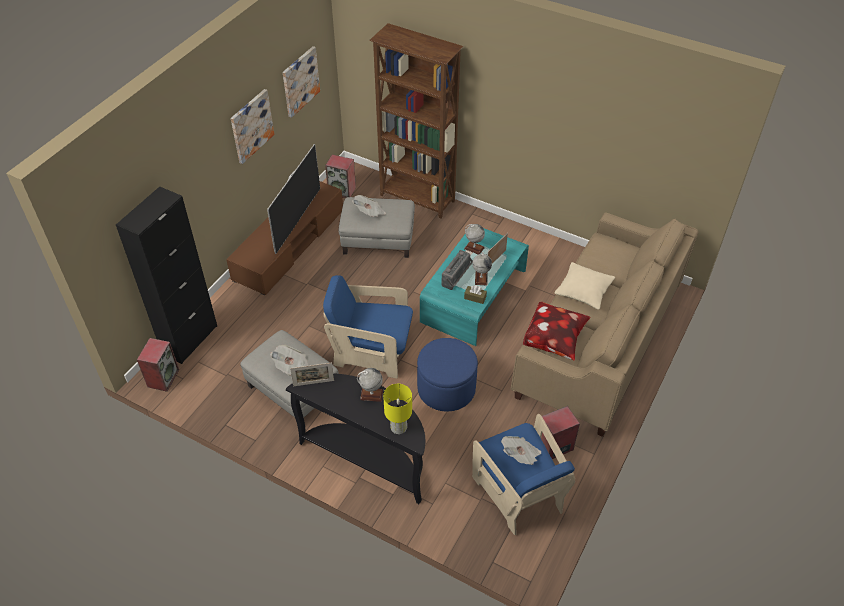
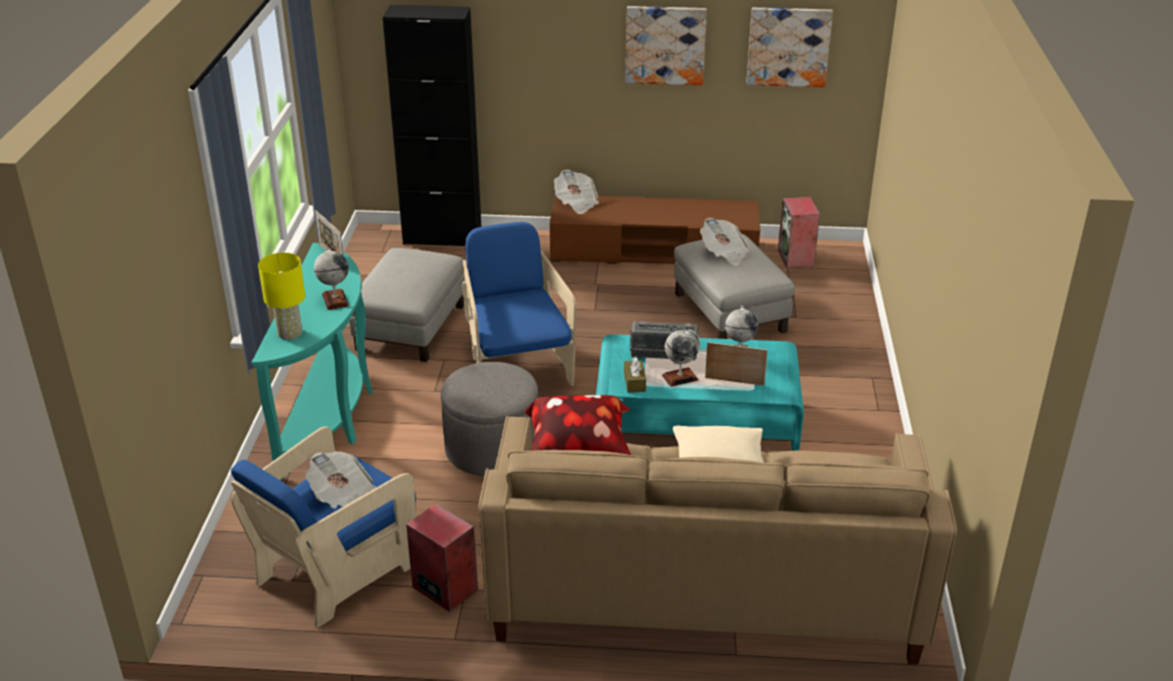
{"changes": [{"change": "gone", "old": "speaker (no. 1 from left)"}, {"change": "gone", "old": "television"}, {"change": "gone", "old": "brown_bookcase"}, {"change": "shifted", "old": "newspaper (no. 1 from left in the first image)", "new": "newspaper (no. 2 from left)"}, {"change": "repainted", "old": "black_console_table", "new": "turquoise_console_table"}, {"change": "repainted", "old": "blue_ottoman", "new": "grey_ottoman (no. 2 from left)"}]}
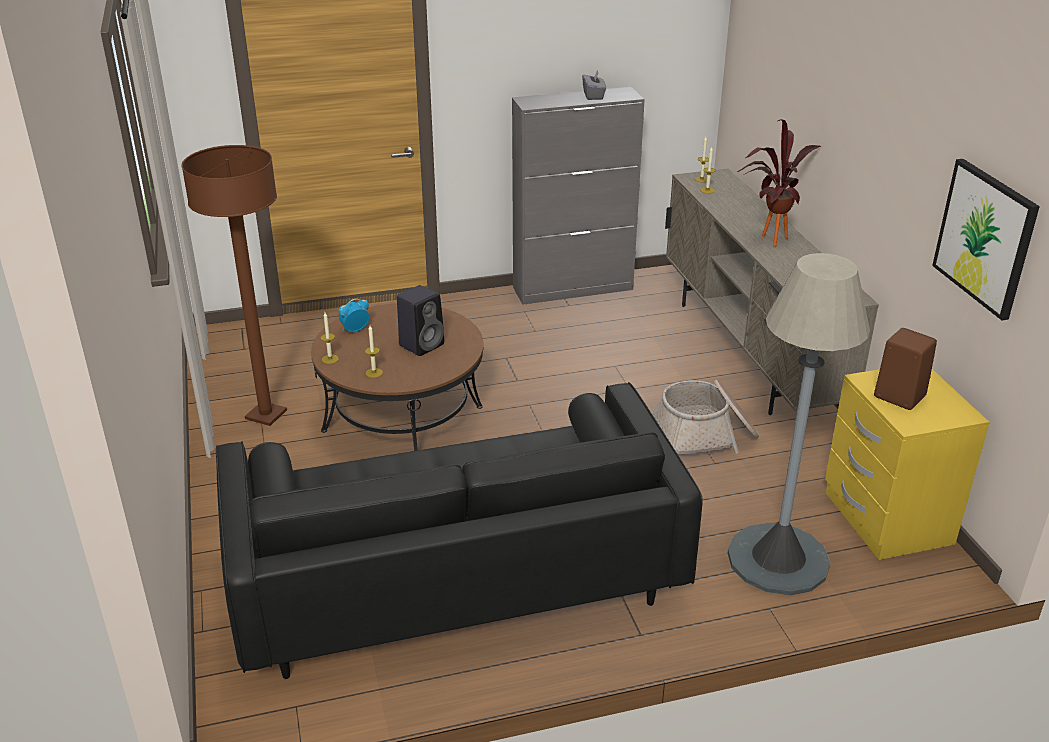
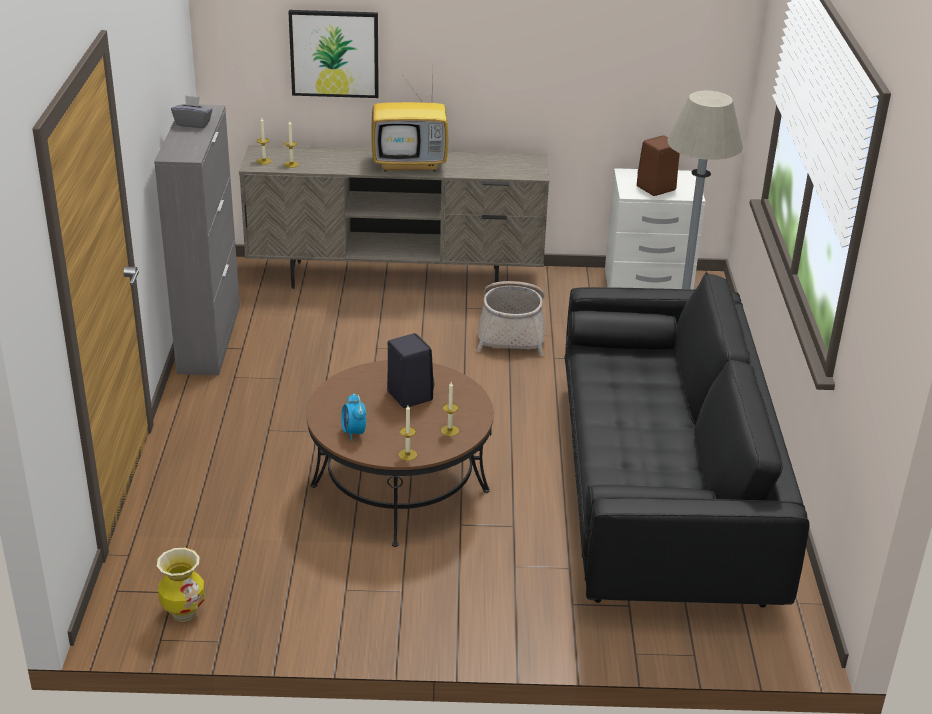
{"changes": [{"change": "gone", "old": "brown_floor_lamp"}, {"change": "new", "new": "vase"}, {"change": "shifted", "old": "picture"}, {"change": "swapped", "old": "potted_plant", "new": "television"}, {"change": "repainted", "old": "yellow_nightstand", "new": "white_nightstand"}]}
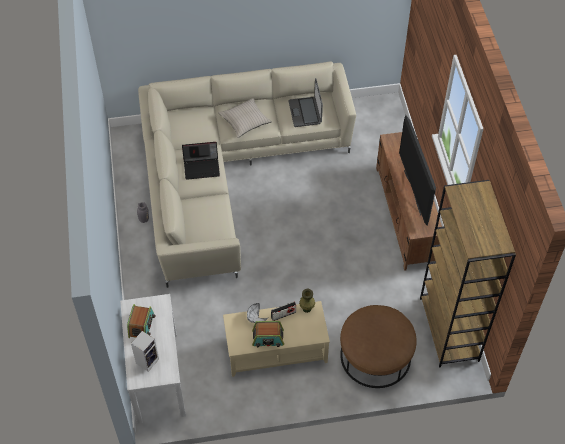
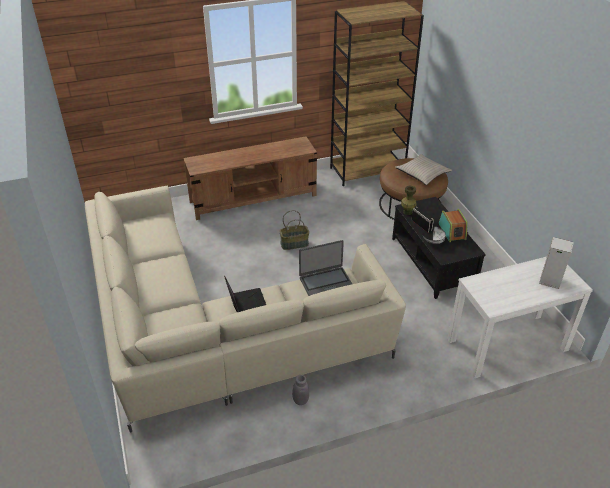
{"changes": [{"change": "gone", "old": "radio (no. 1 from left)"}, {"change": "gone", "old": "television"}, {"change": "new", "new": "basket"}, {"change": "shifted", "old": "beige_pillow"}, {"change": "shifted", "old": "laptop (no. 2 from left)"}, {"change": "repainted", "old": "beige_coffee_table", "new": "black_coffee_table"}]}
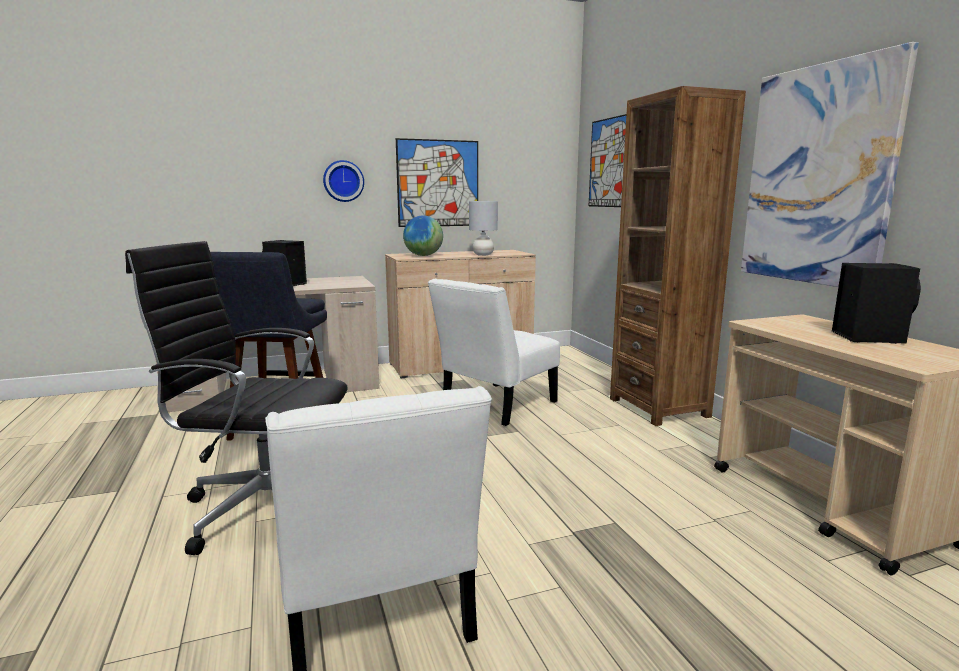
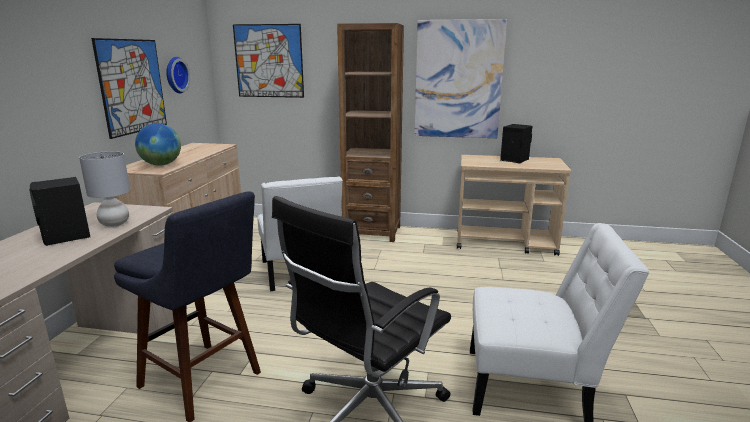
{"changes": [{"change": "shifted", "old": "wall_clock"}, {"change": "shifted", "old": "grey_table_lamp"}]}
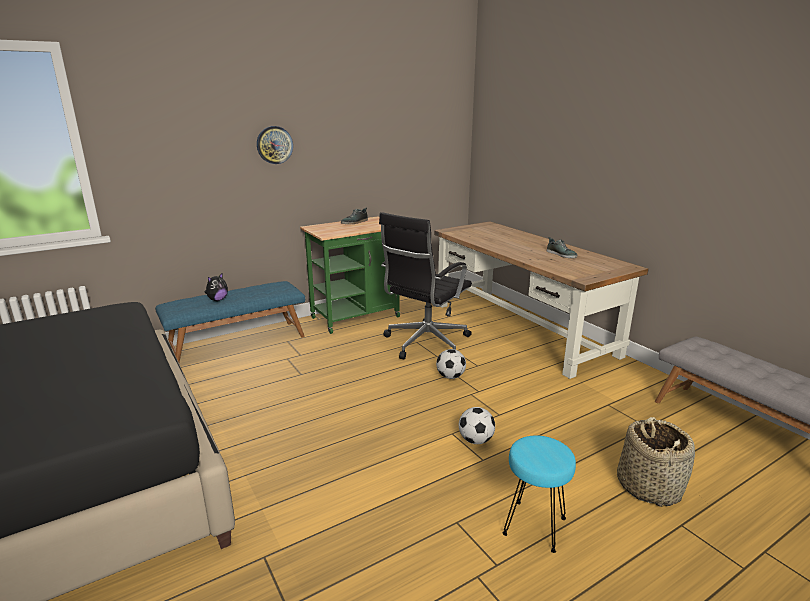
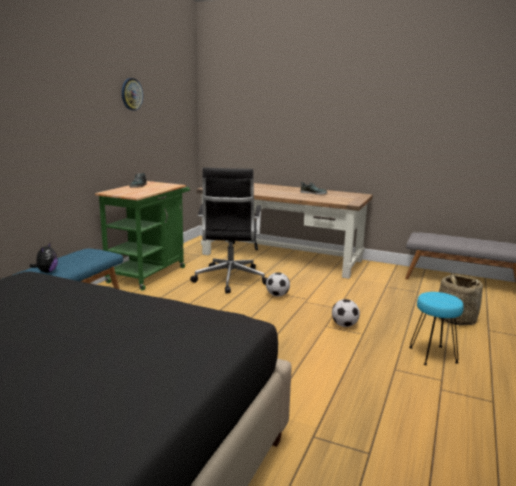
{"changes": [{"change": "shifted", "old": "wall_clock"}]}
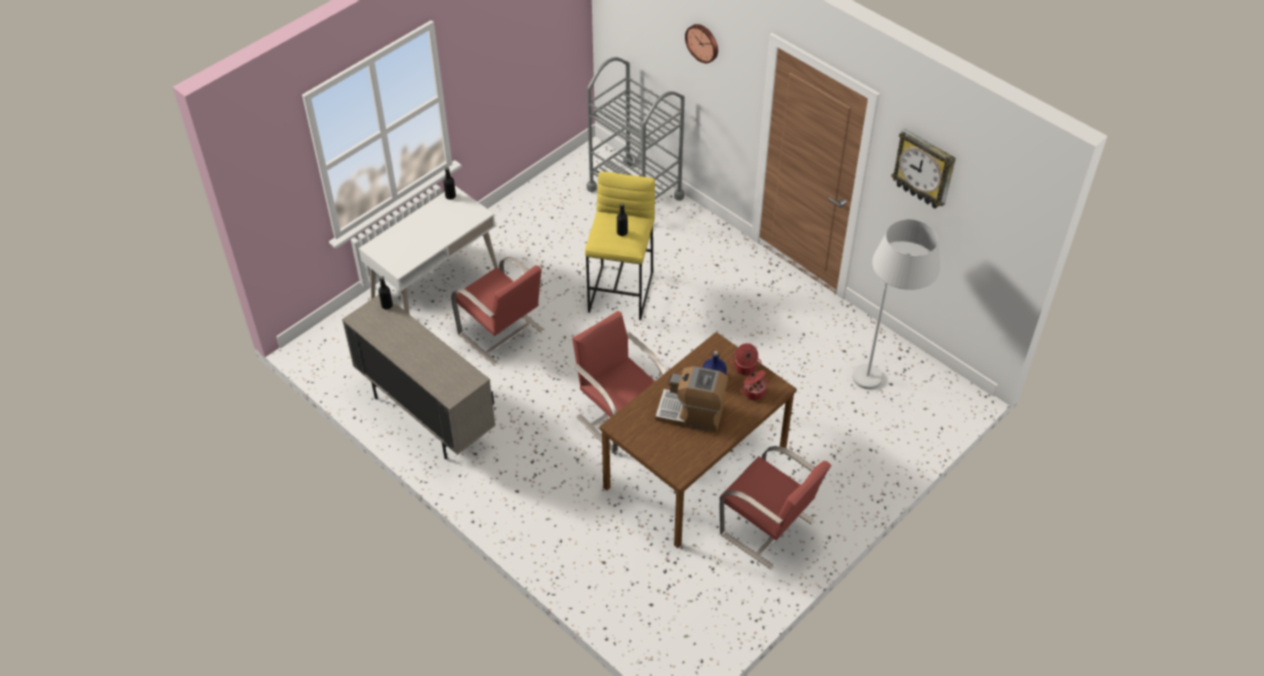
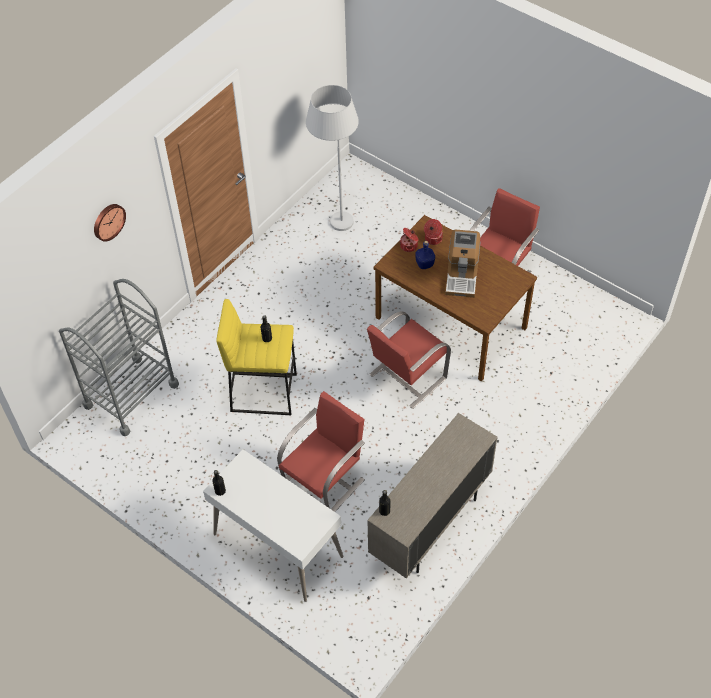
{"changes": [{"change": "gone", "old": "wall_clock (no. 2 from left)"}]}
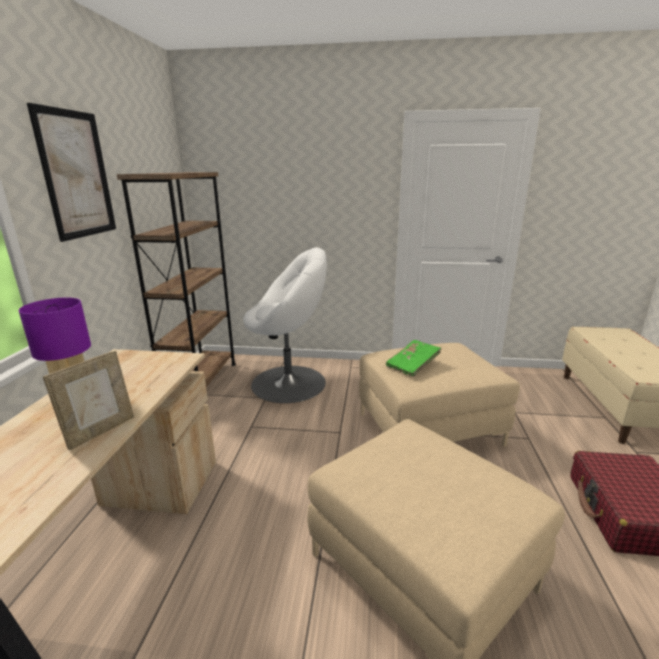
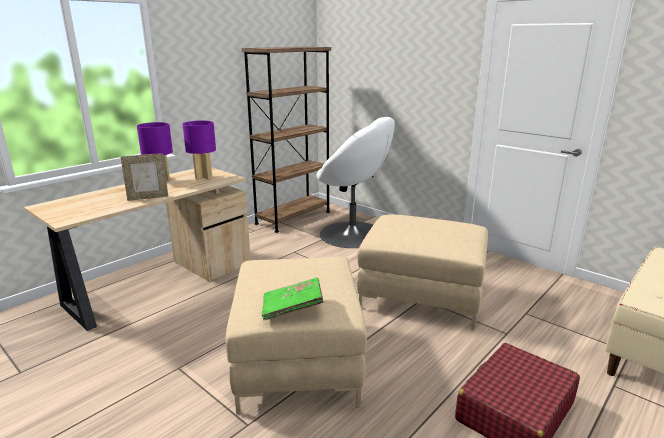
{"changes": [{"change": "gone", "old": "picture"}, {"change": "new", "new": "purple_table_lamp (no. 2 from left)"}, {"change": "shifted", "old": "green_book"}]}
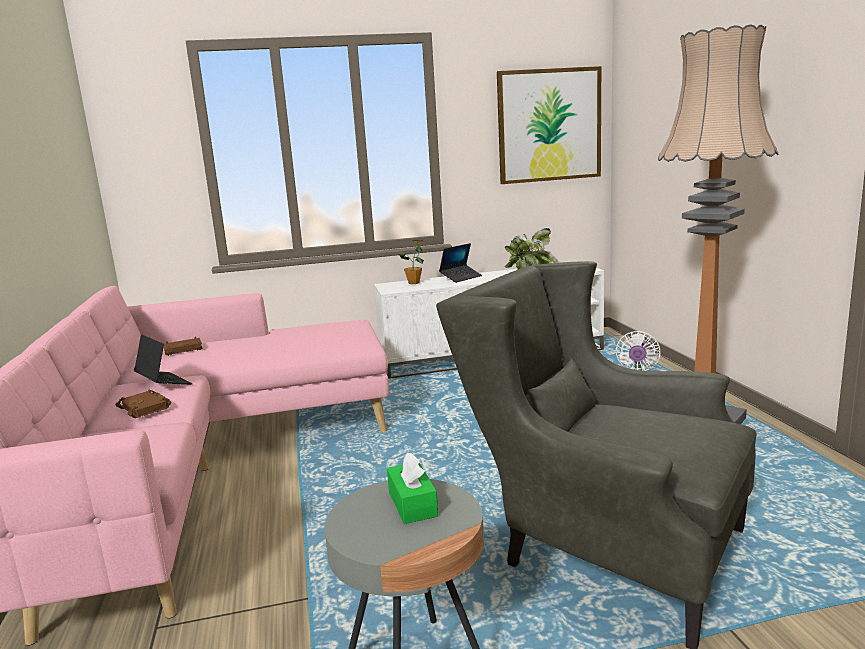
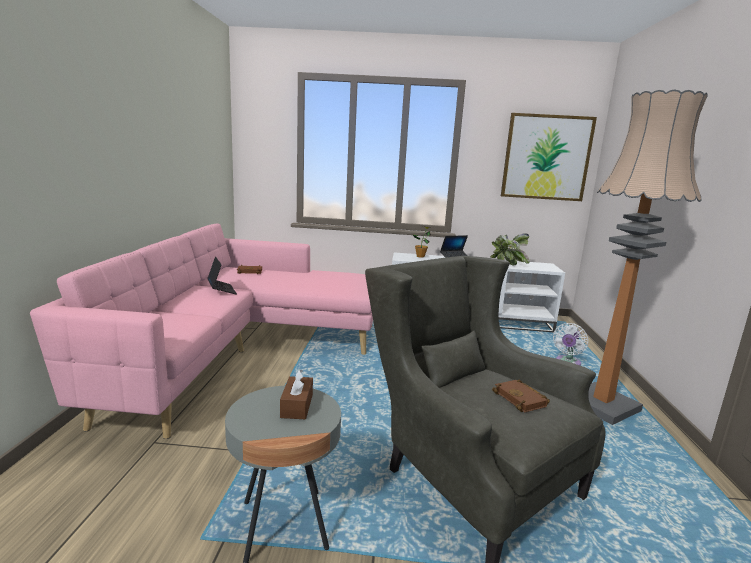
{"changes": [{"change": "shifted", "old": "brown_book (no. 1 from left in the first image)", "new": "brown_book (no. 2 from left)"}, {"change": "repainted", "old": "green_tissue_box", "new": "brown_tissue_box"}]}
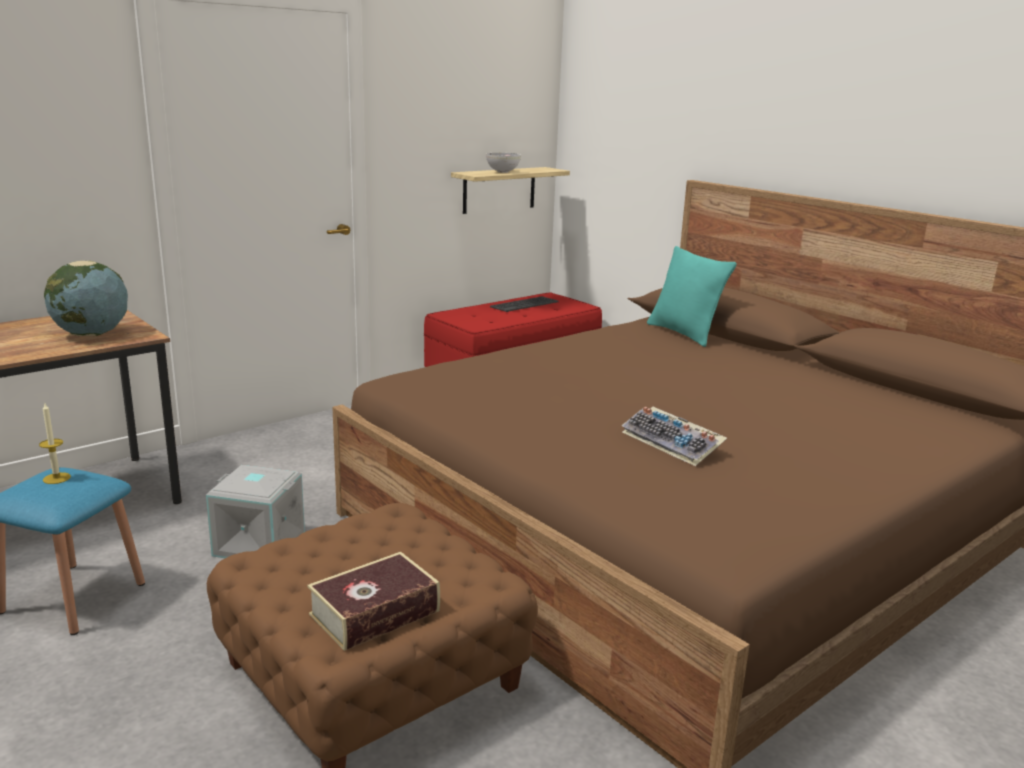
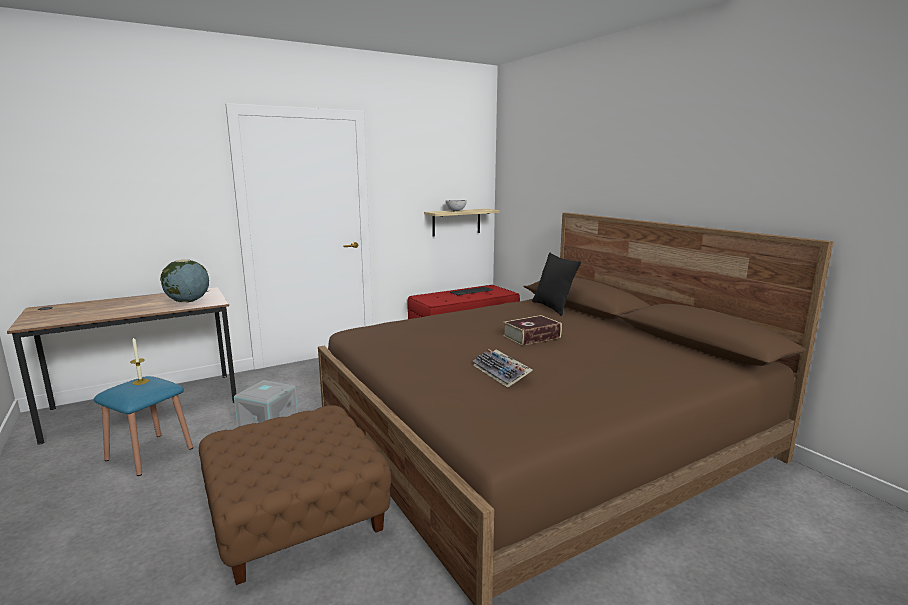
{"changes": [{"change": "shifted", "old": "book"}, {"change": "repainted", "old": "turquoise_pillow", "new": "black_pillow"}]}
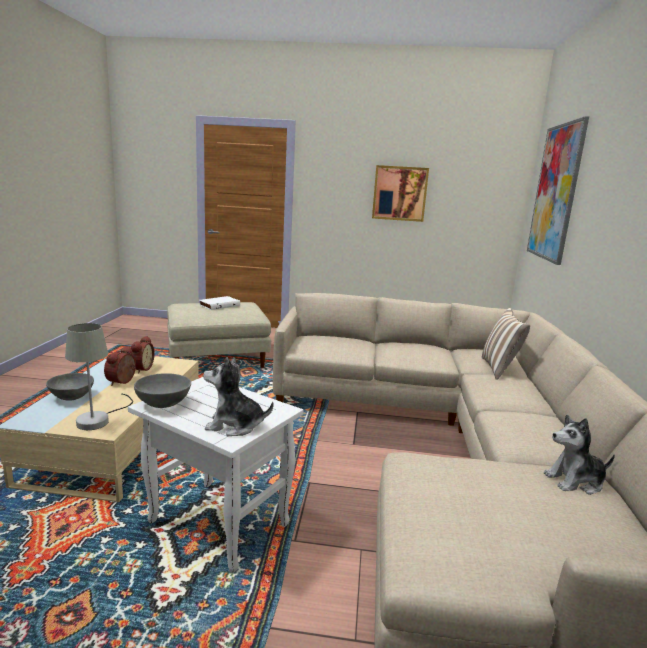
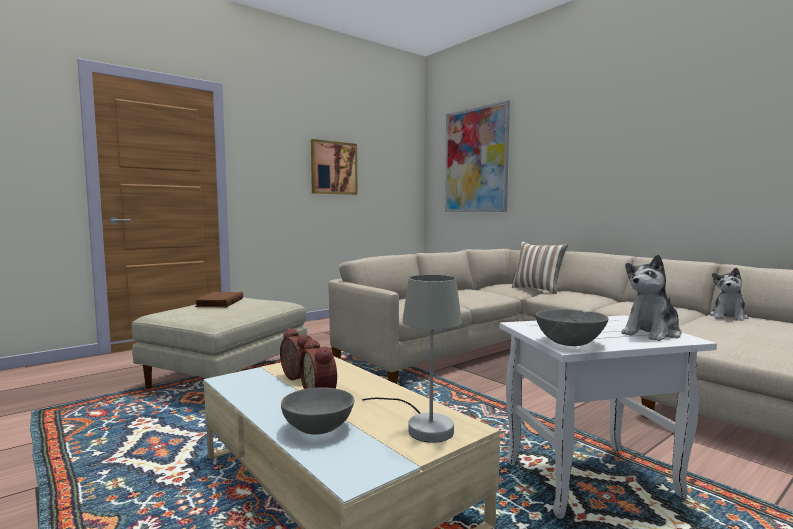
{"changes": [{"change": "repainted", "old": "white_book", "new": "brown_book"}]}
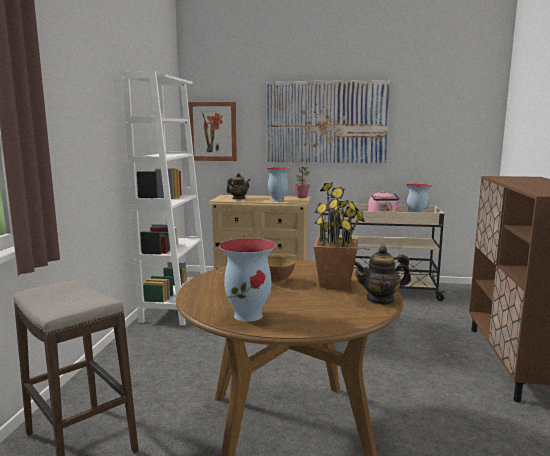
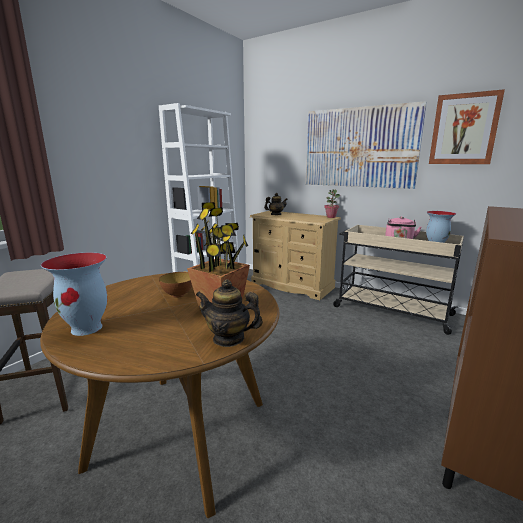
{"changes": [{"change": "gone", "old": "vase (no. 2 from left)"}, {"change": "shifted", "old": "picture (no. 1 from left in the first image)", "new": "picture (no. 2 from left)"}]}
